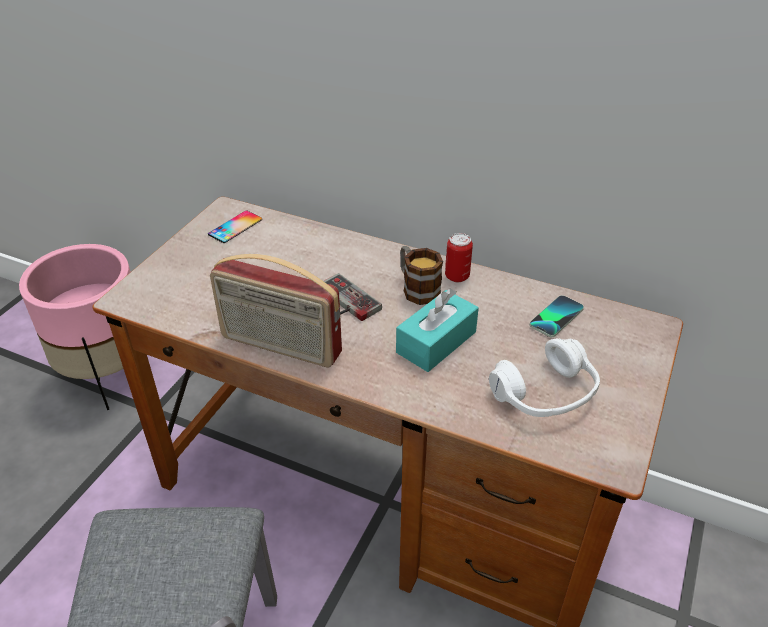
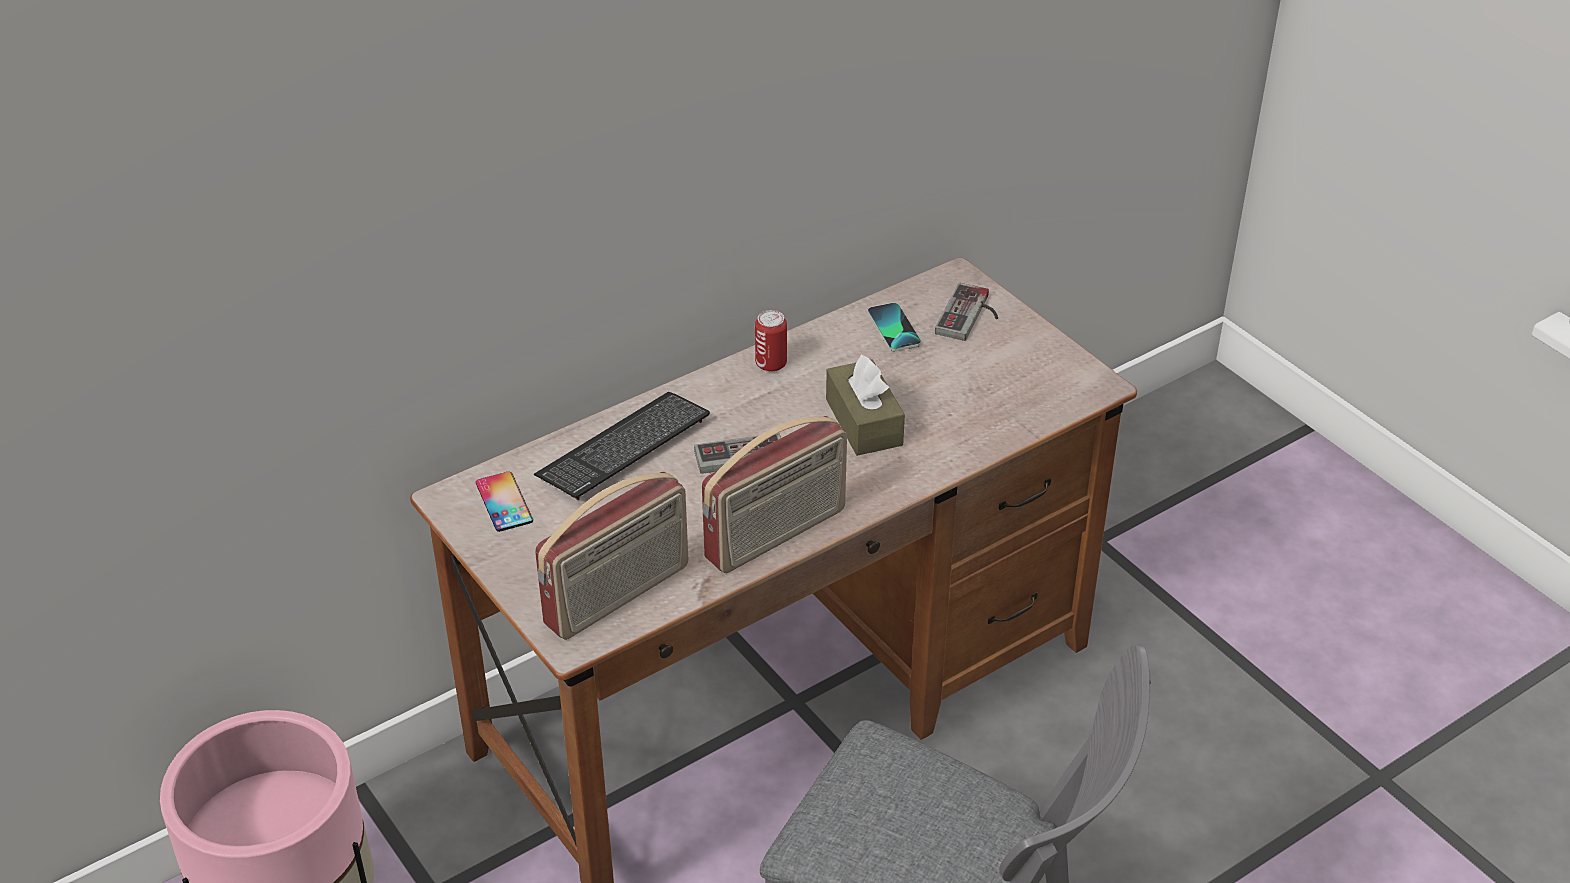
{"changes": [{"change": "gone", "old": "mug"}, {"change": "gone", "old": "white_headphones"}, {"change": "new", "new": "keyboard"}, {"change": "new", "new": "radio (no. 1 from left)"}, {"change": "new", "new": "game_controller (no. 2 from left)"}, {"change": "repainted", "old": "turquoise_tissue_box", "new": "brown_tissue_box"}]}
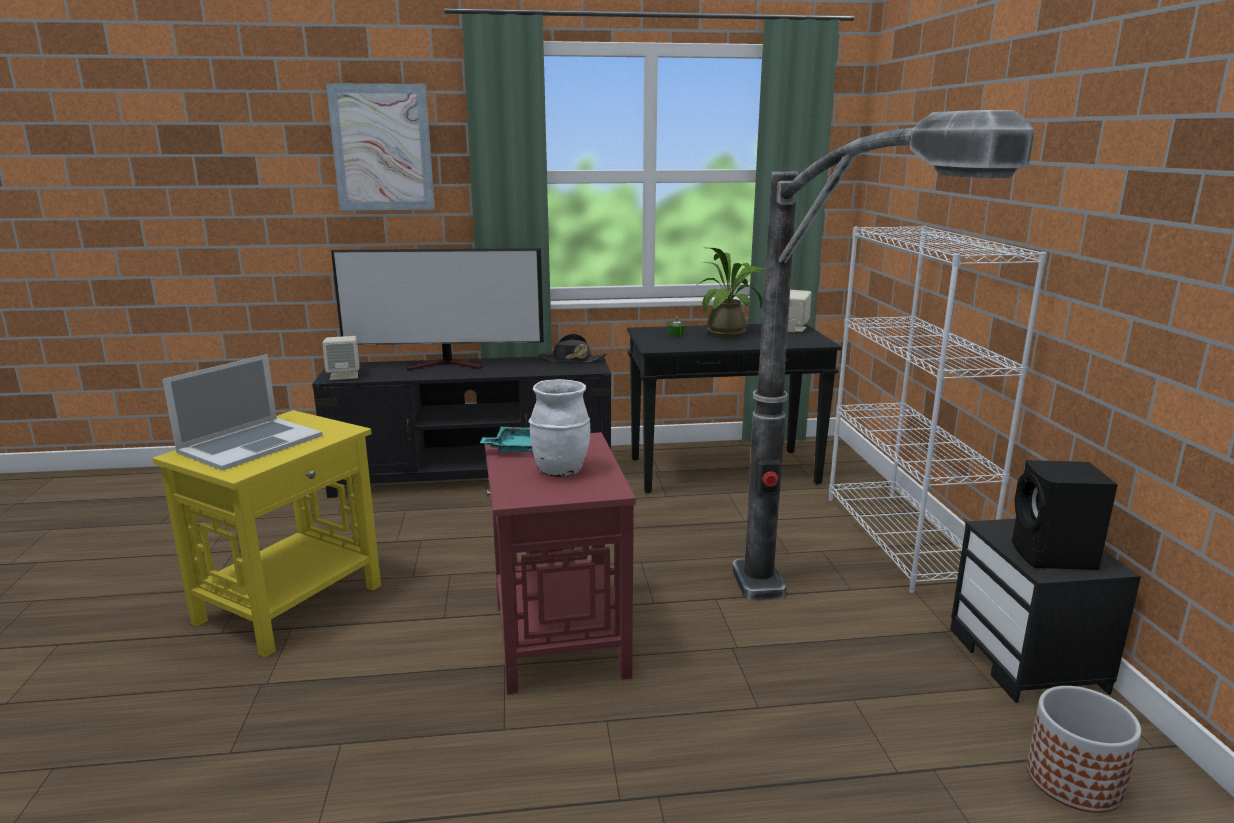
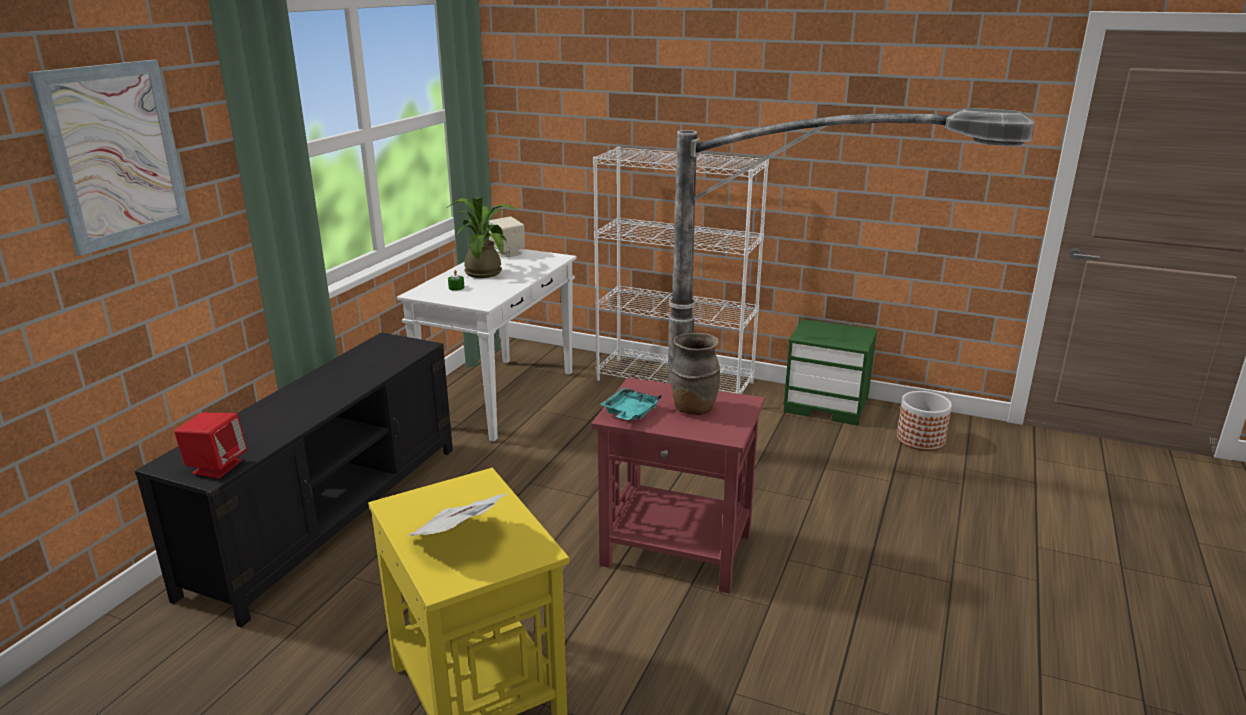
{"changes": [{"change": "gone", "old": "television"}, {"change": "gone", "old": "black_hat"}, {"change": "gone", "old": "black_speaker"}, {"change": "swapped", "old": "laptop", "new": "newspaper"}, {"change": "repainted", "old": "beige_speaker (no. 1 from left)", "new": "red_speaker"}, {"change": "repainted", "old": "white_vase", "new": "brown_vase"}, {"change": "repainted", "old": "black_console_table", "new": "white_console_table"}, {"change": "repainted", "old": "black_nightstand", "new": "green_nightstand"}]}
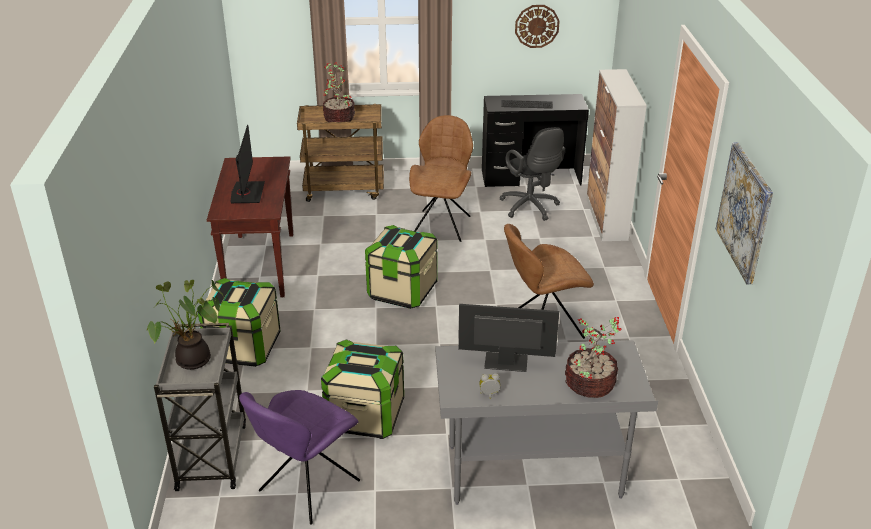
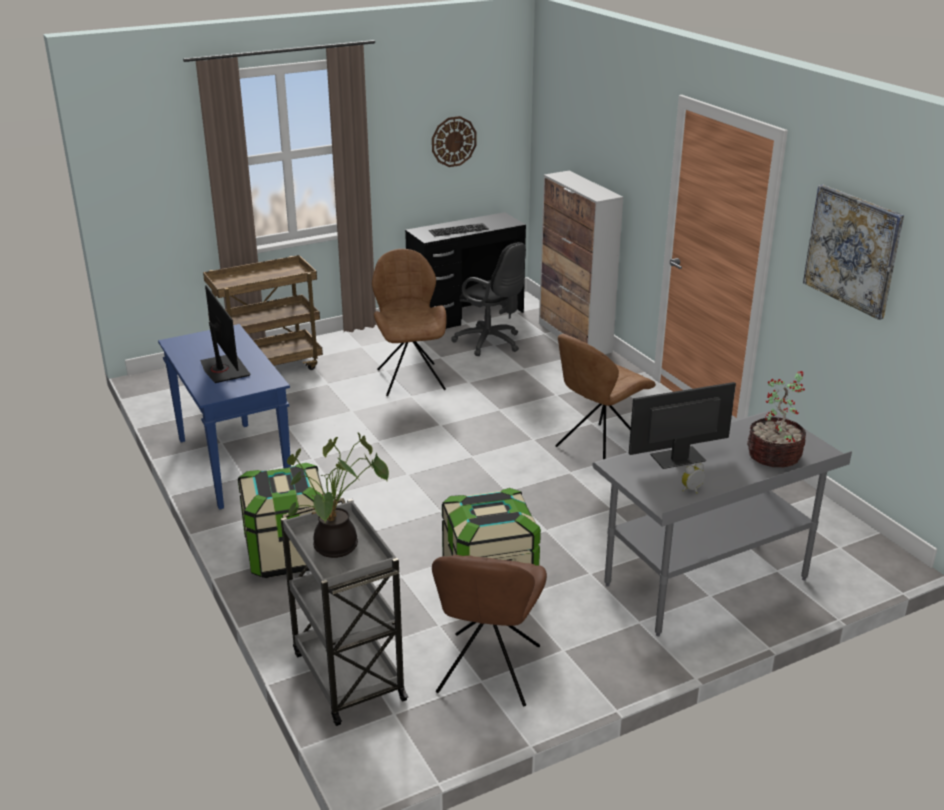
{"changes": [{"change": "gone", "old": "potted_plant (no. 2 from left)"}, {"change": "gone", "old": "storage_box (no. 3 from left)"}, {"change": "repainted", "old": "brown_console_table", "new": "blue_console_table"}, {"change": "repainted", "old": "purple_chair", "new": "brown_chair (no. 2 from left)"}]}
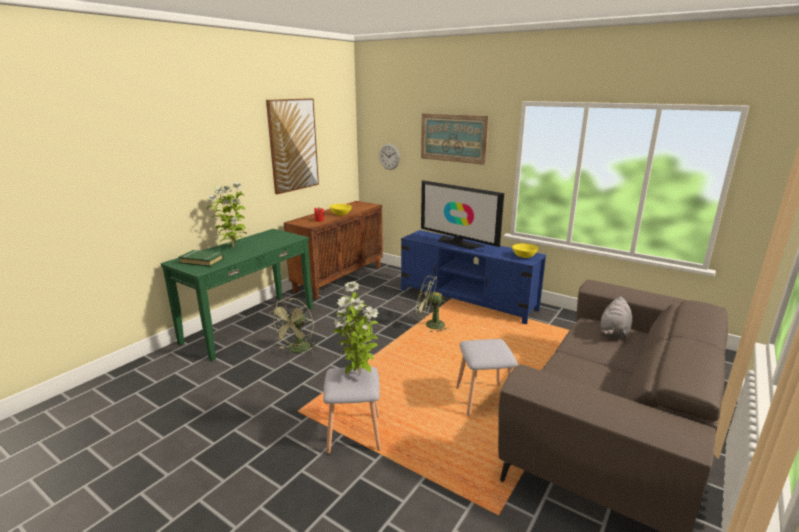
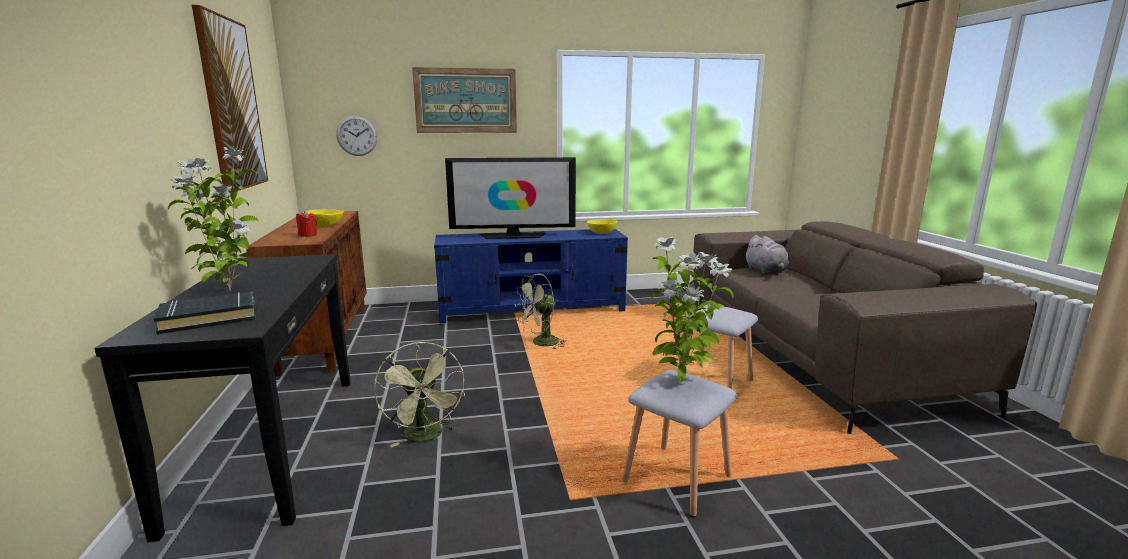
{"changes": [{"change": "repainted", "old": "green_console_table", "new": "black_console_table"}, {"change": "repainted", "old": "green_book", "new": "black_book"}]}
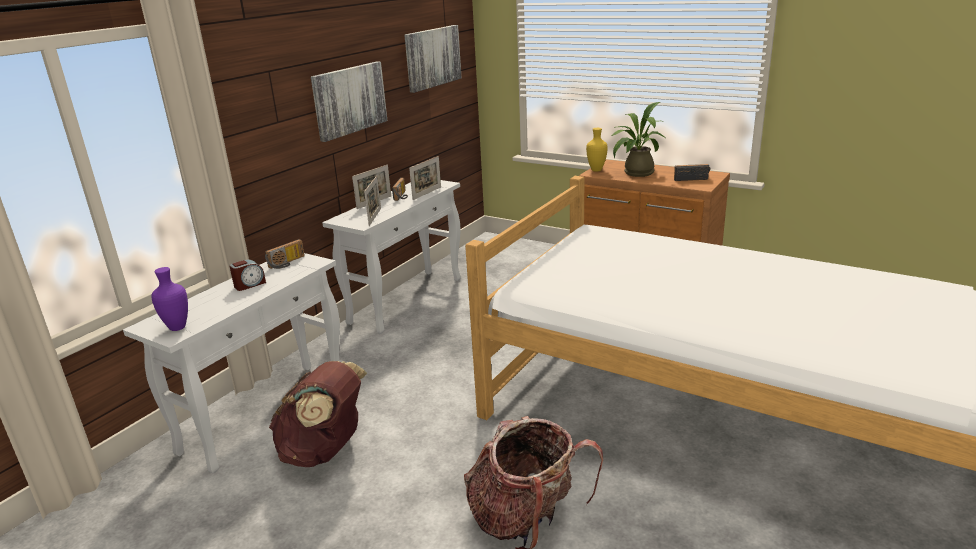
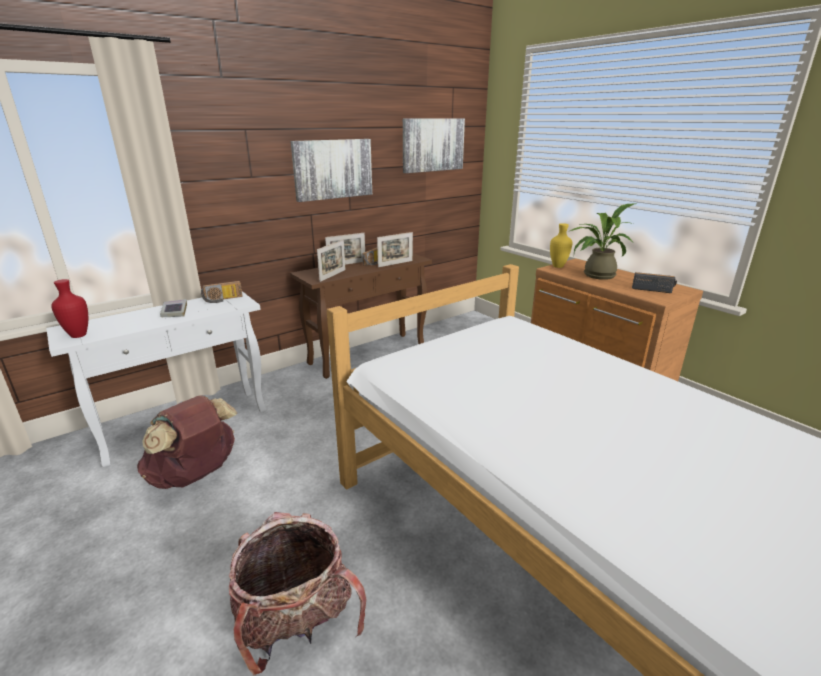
{"changes": [{"change": "swapped", "old": "alarm_clock", "new": "book"}, {"change": "repainted", "old": "purple_vase", "new": "red_vase"}, {"change": "repainted", "old": "white_console_table (no. 2 from left)", "new": "brown_console_table"}]}
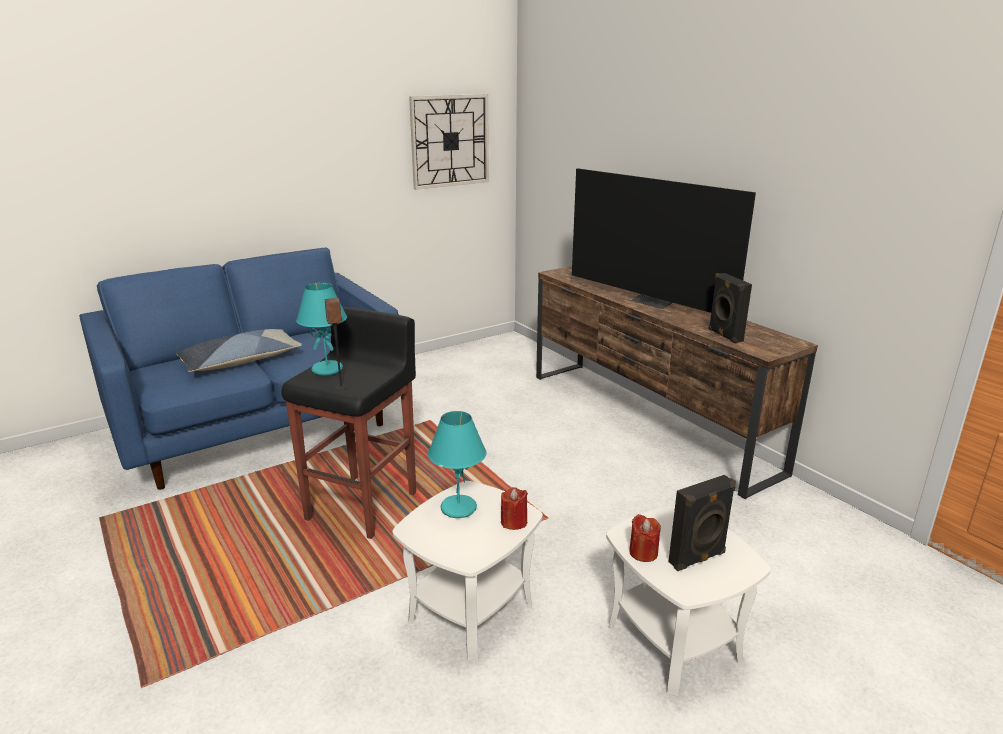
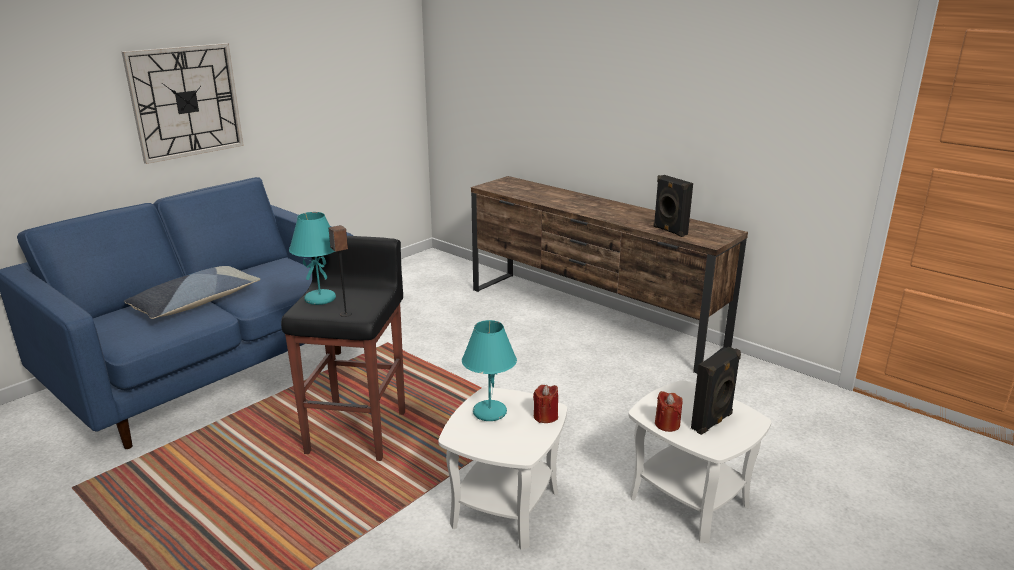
{"changes": [{"change": "gone", "old": "television"}, {"change": "shifted", "old": "wall_clock"}]}
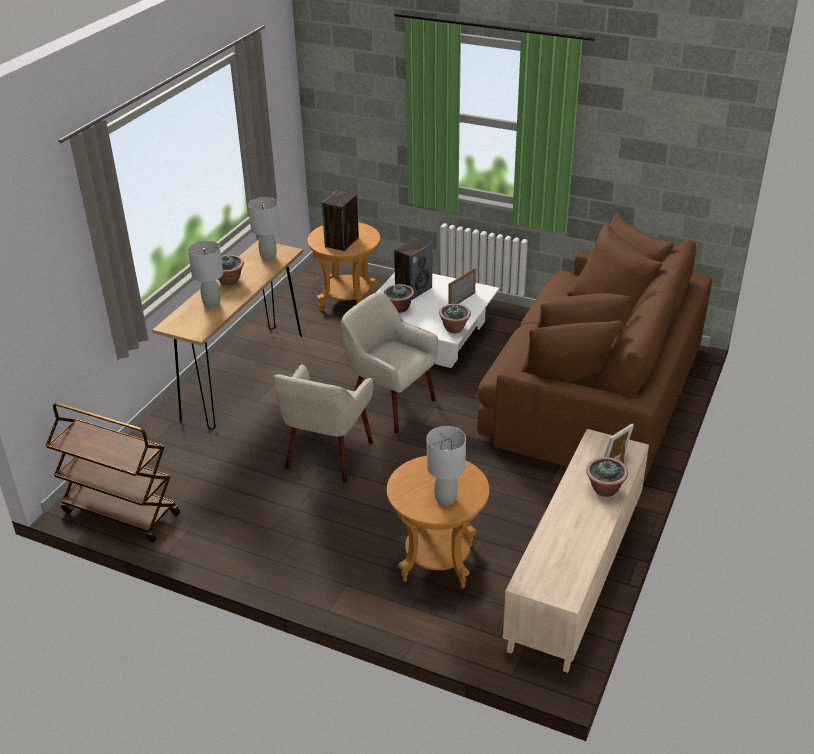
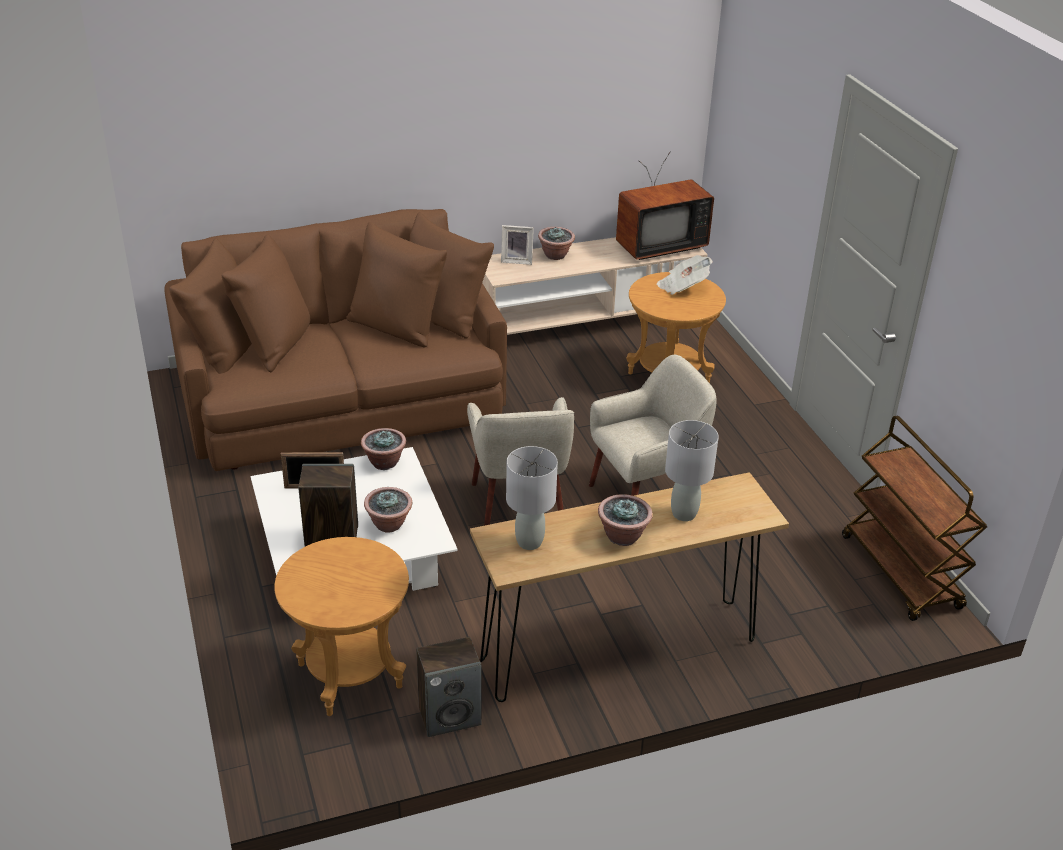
{"changes": [{"change": "new", "new": "television"}, {"change": "shifted", "old": "speaker (no. 1 from left in the first image)", "new": "speaker (no. 2 from left)"}, {"change": "swapped", "old": "grey_table_lamp (no. 3 from left)", "new": "newspaper"}]}
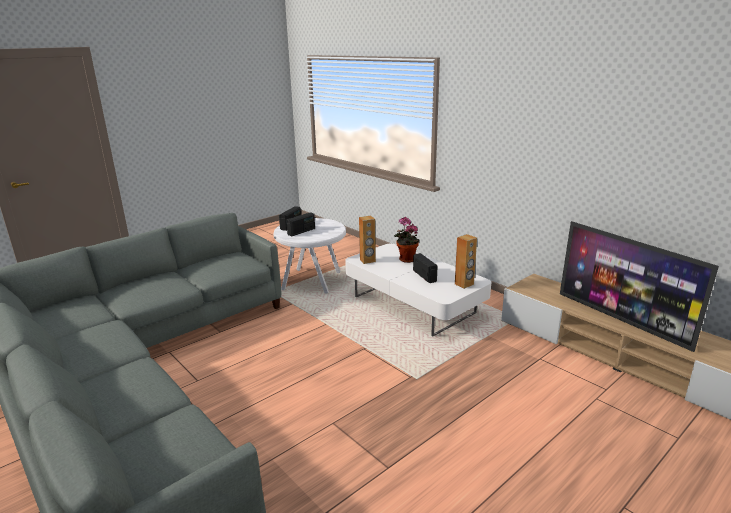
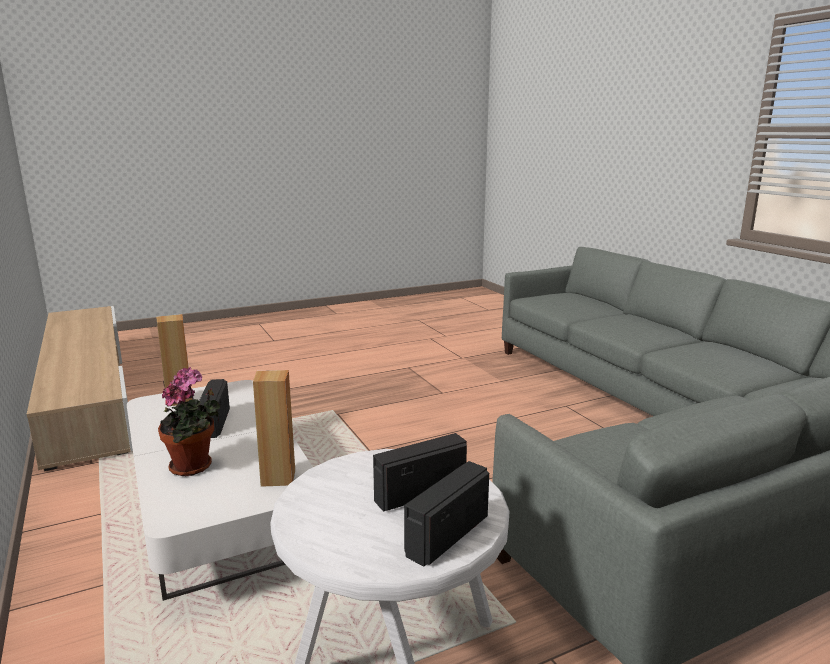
{"changes": [{"change": "gone", "old": "television"}]}
